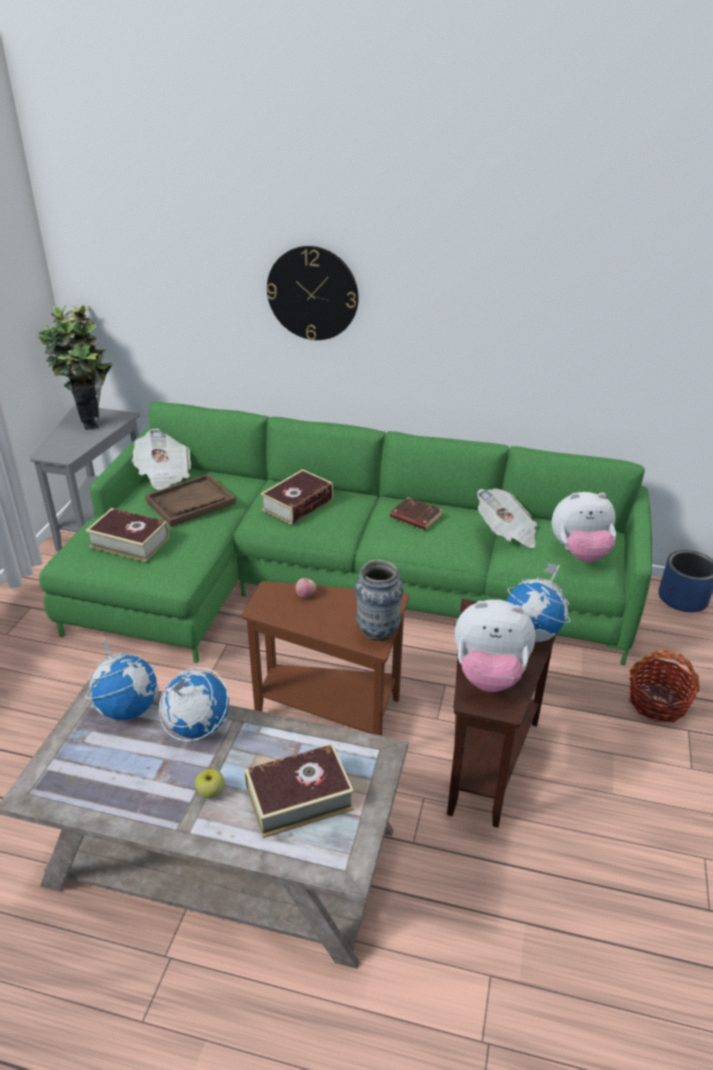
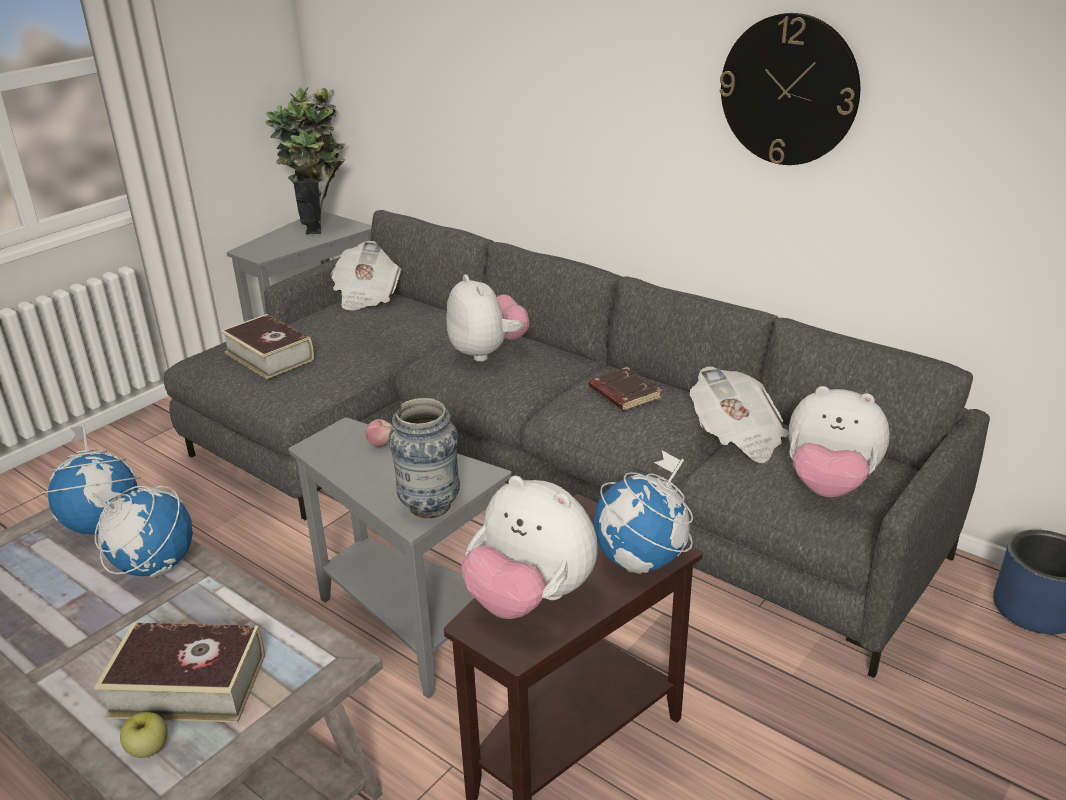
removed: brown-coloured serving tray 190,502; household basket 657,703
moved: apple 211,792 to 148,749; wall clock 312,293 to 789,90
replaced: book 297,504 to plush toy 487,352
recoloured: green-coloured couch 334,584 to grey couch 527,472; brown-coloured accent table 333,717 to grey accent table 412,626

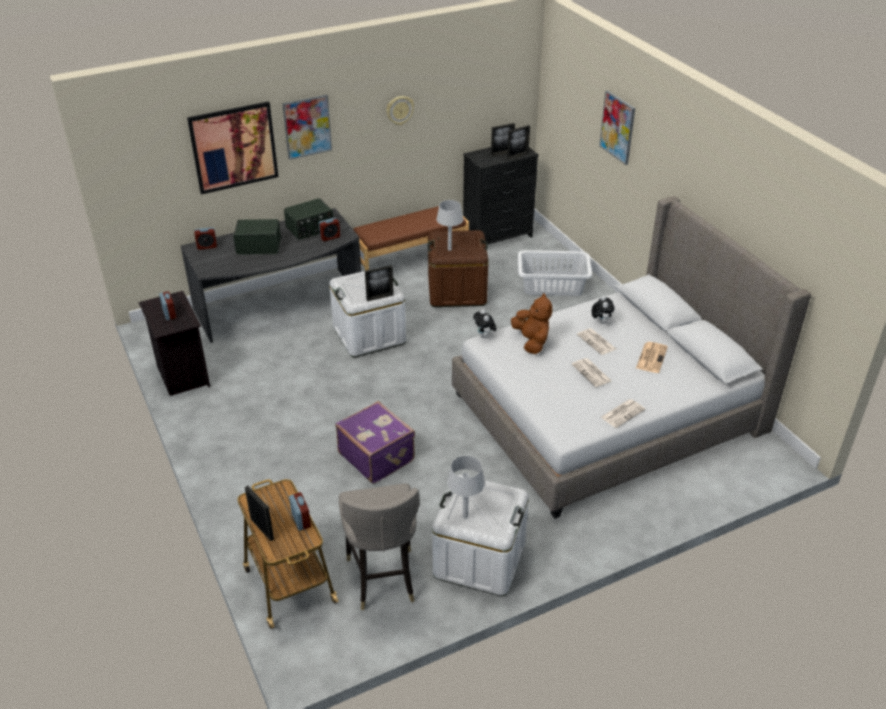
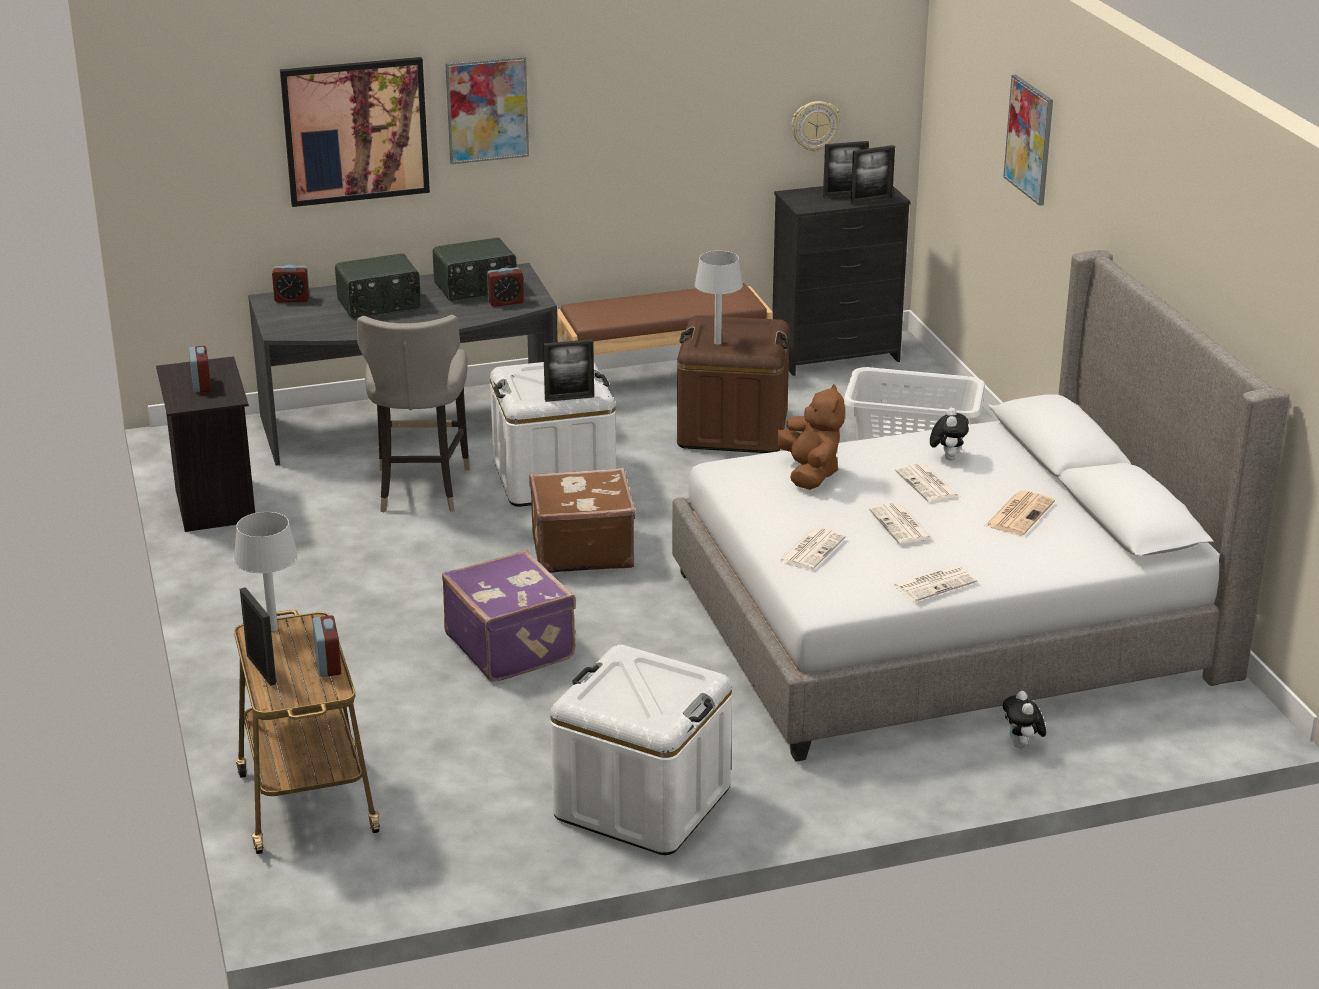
added: brown-coloured suitcase 581,550; newspaper 811,549
moved: grey stool 382,579 to 420,490; wall clock 399,110 to 815,125; grey tabletop lamp 465,516 to 273,628; plush toy 484,336 to 1022,745
turned: radio receiver 259,246 = 379,305 150 degrees clockwise

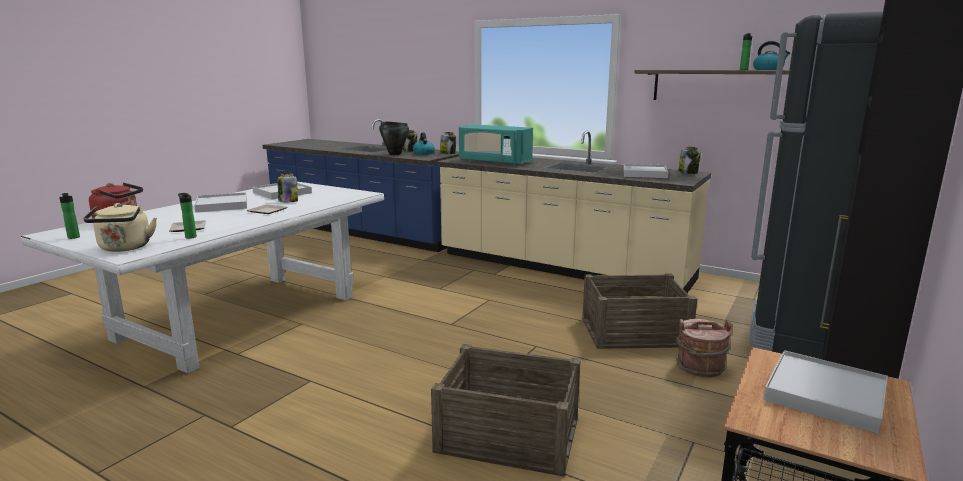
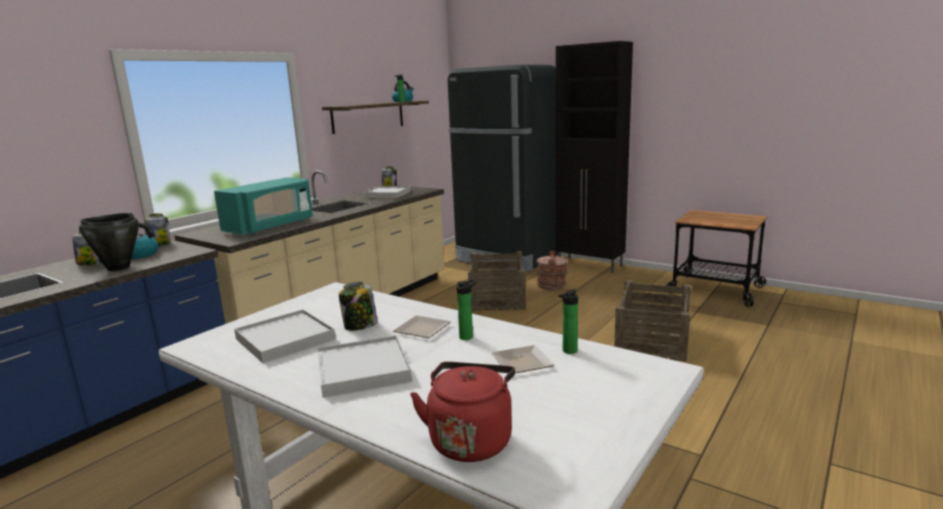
removed: sand-coloured tea kettle 124,248; white serving tray 825,394
moved: bottle 74,238 to 468,337

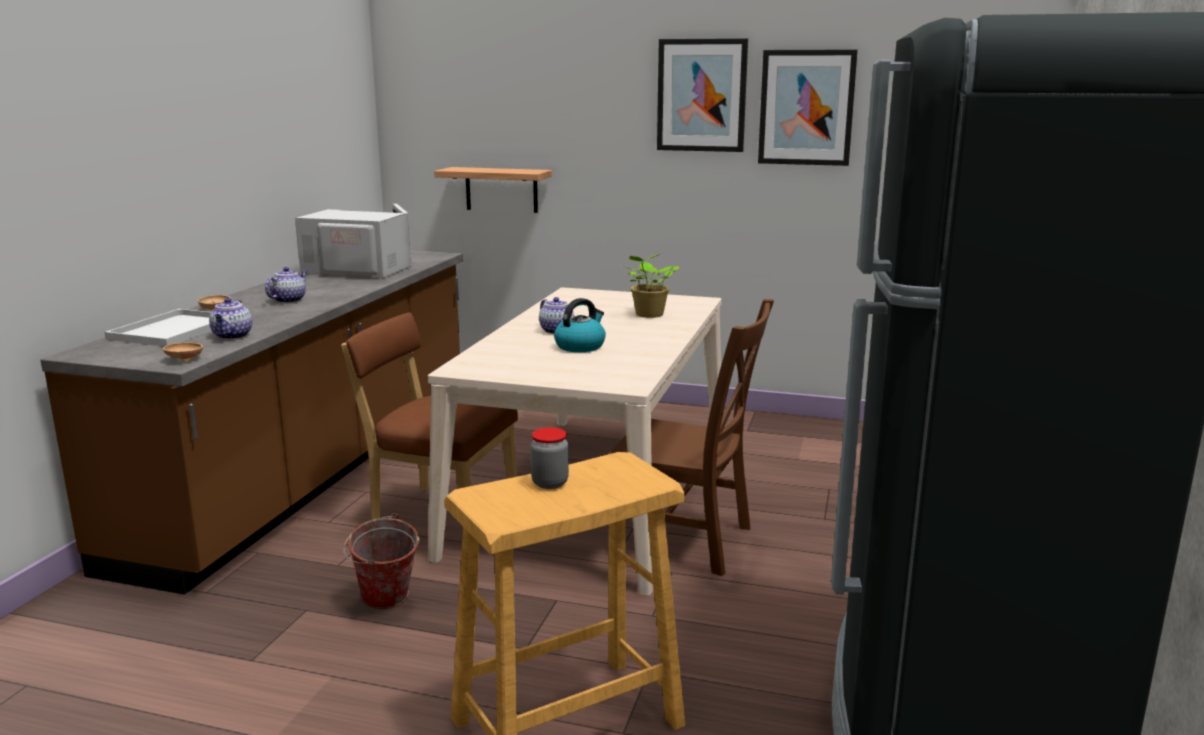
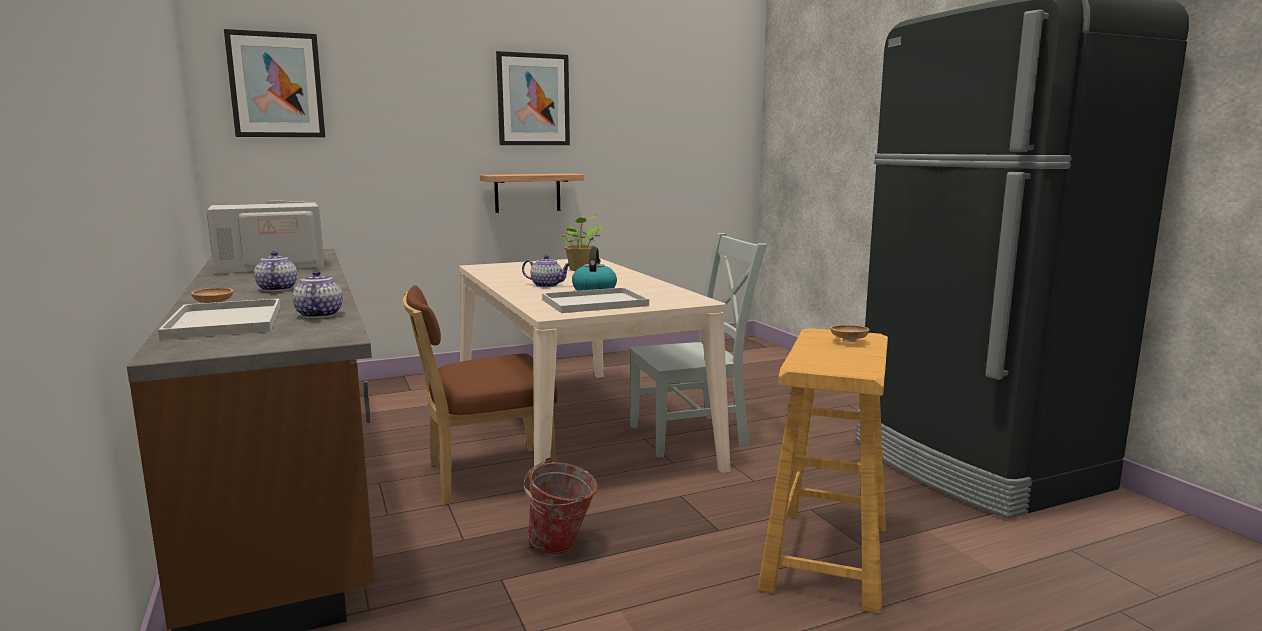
removed: jar 550,483
added: white serving tray 596,302
moved: brown-coloured bowl 184,359 to 848,341; bracket shelf 501,189 to 527,193; wall art 806,107 to 276,85
recoloured: brown-coloured chair 687,541 to grey chair 693,435
turned: teapot 232,336 = 319,315 150 degrees counterclockwise

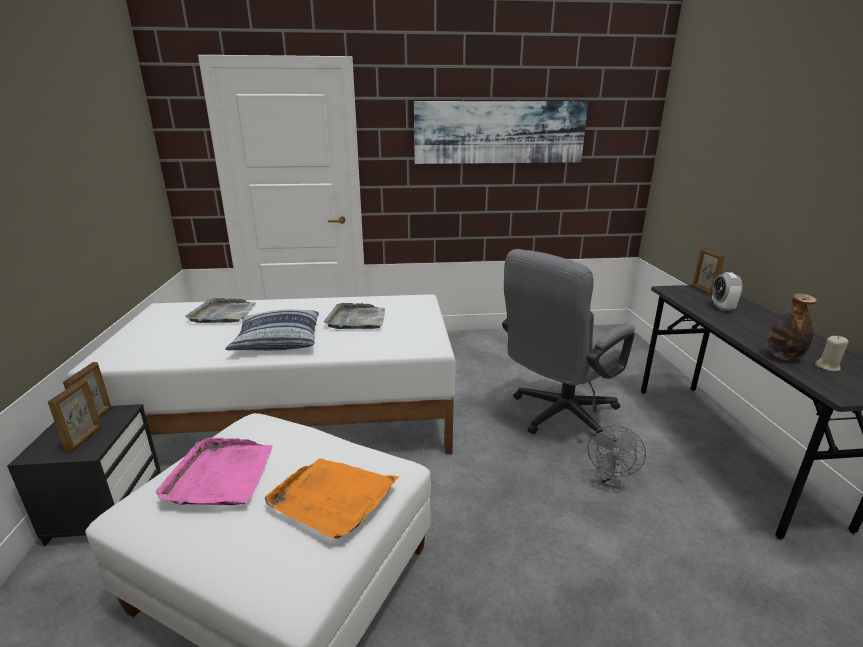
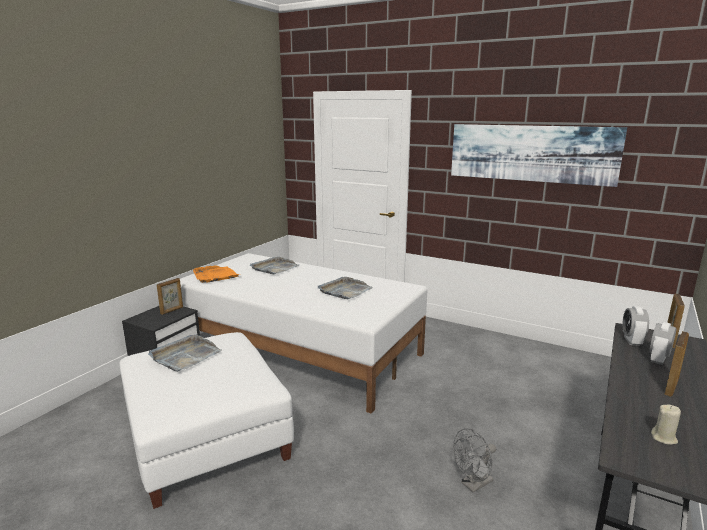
removed: cushion 277,340; grey desk chair 557,416; bottle 783,357
added: table clock 631,341
moved: photo frame 85,439 to 671,387; orange serving tray 332,498 to 215,275
recoloured: pink serving tray 220,475 to grey serving tray 185,355

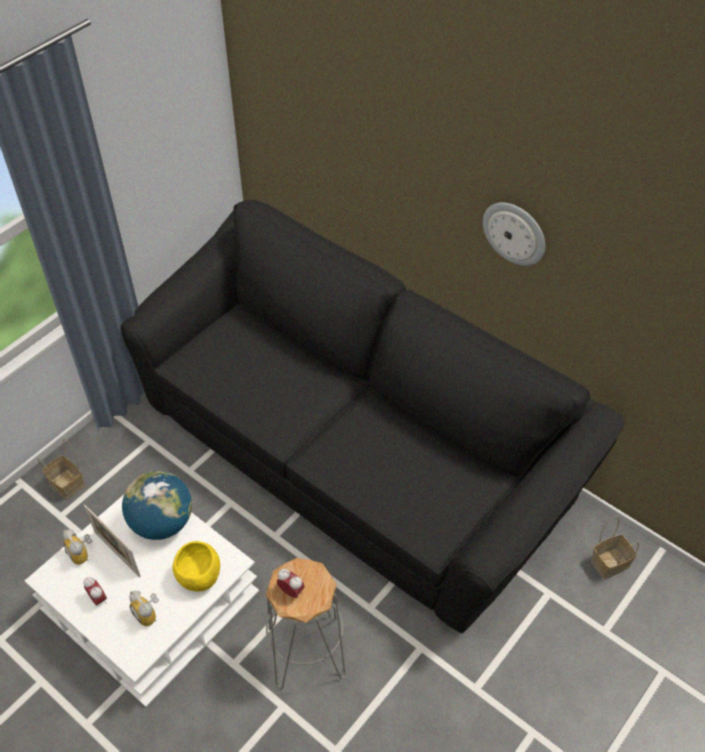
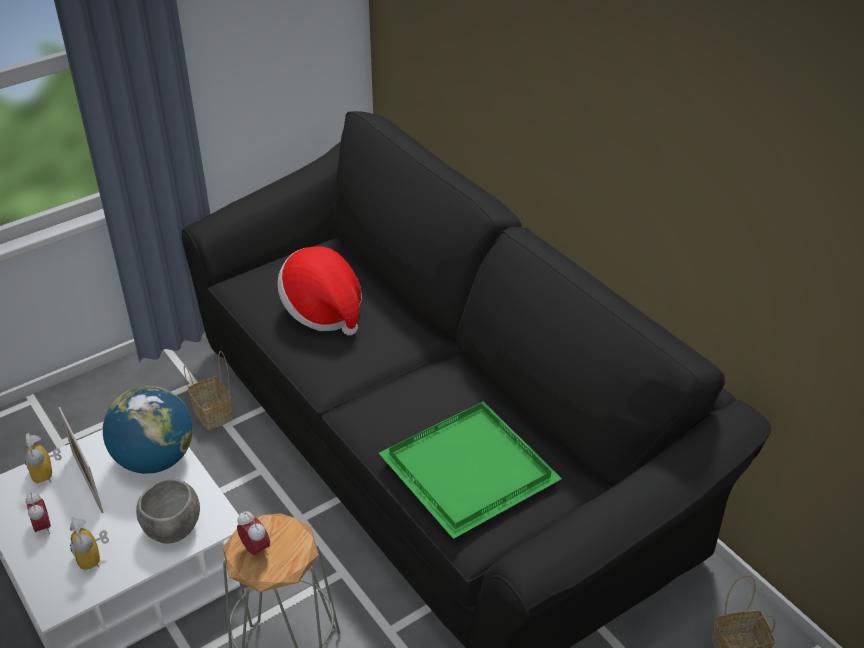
removed: wall clock 515,233
added: hat 323,310; green-coloured serving tray 465,469
moved: household basket 68,484 to 214,414
recoloured: yellow bowl 199,577 to grey bowl 172,529

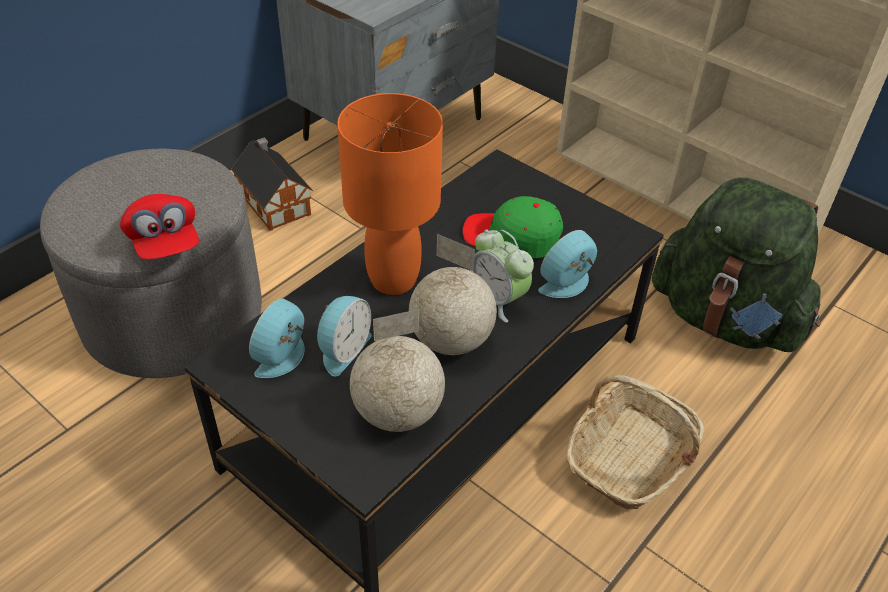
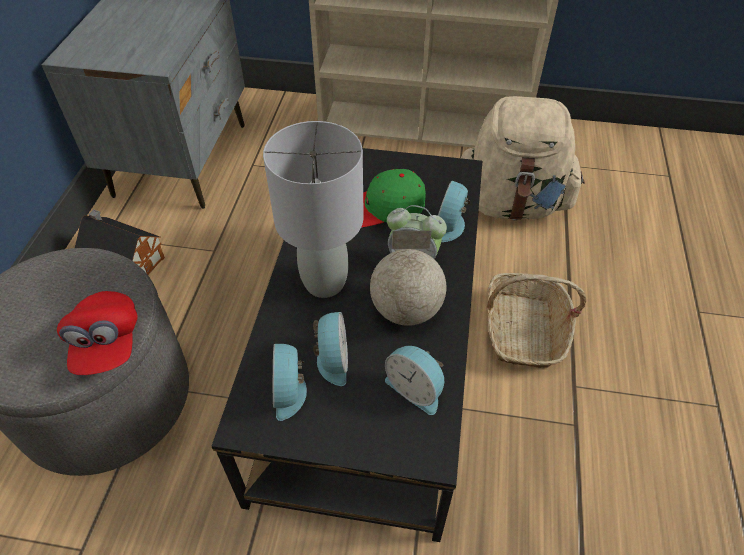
replaced: globe 399,413 to table clock 415,388
recoloured: orange tabletop lamp 393,280 to grey tabletop lamp 325,283; green-coloured backpack 725,319 to sand-coloured backpack 511,204
turned: red-coloured peaked cap 164,242 = 107,344 45 degrees clockwise

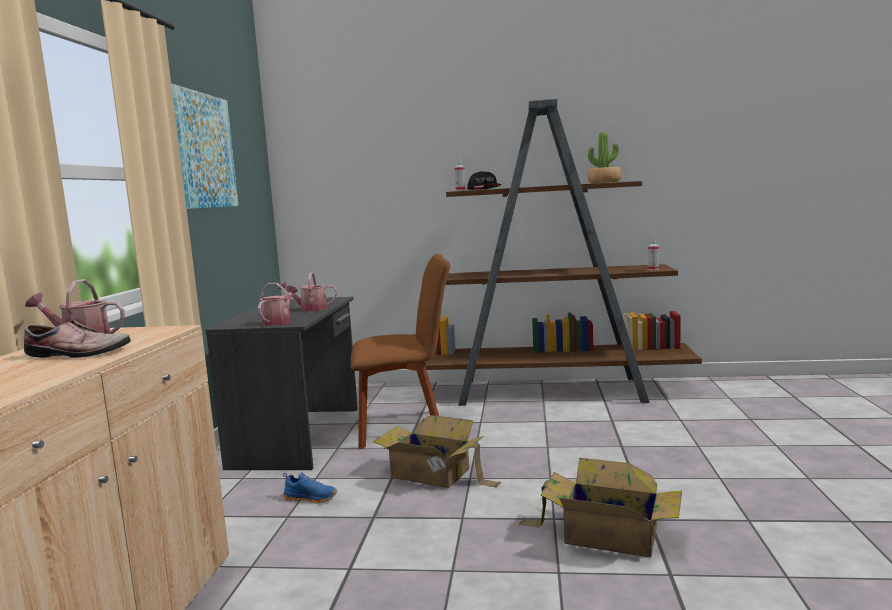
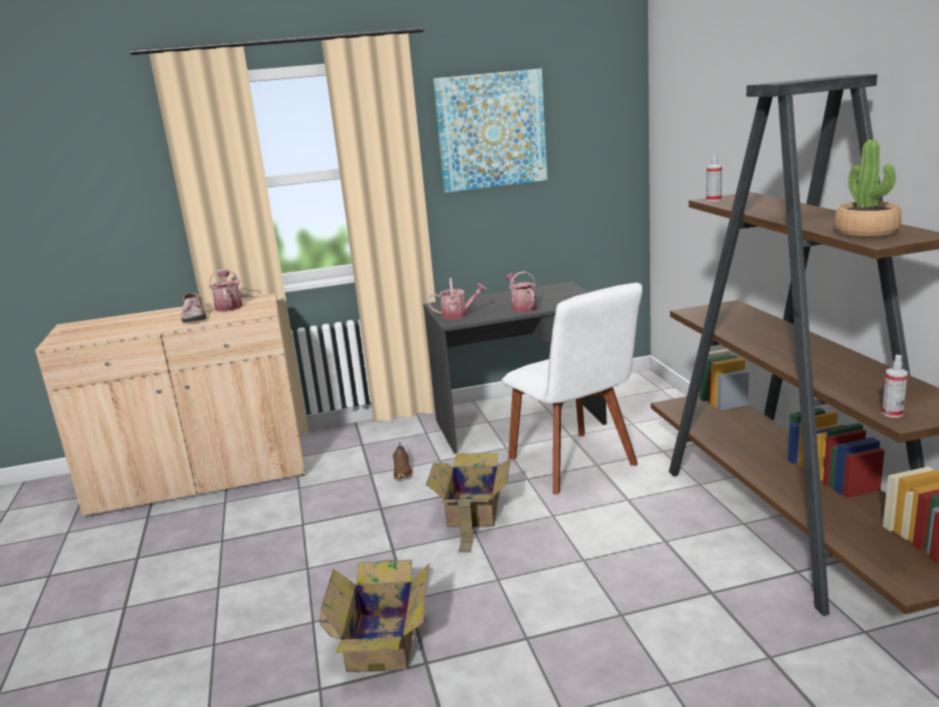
removed: peaked cap 484,189
recoloured: bluish low shoe 311,498 to brown-coloured low shoe 403,471; brown-coloured chair 406,429 to white chair 575,464

